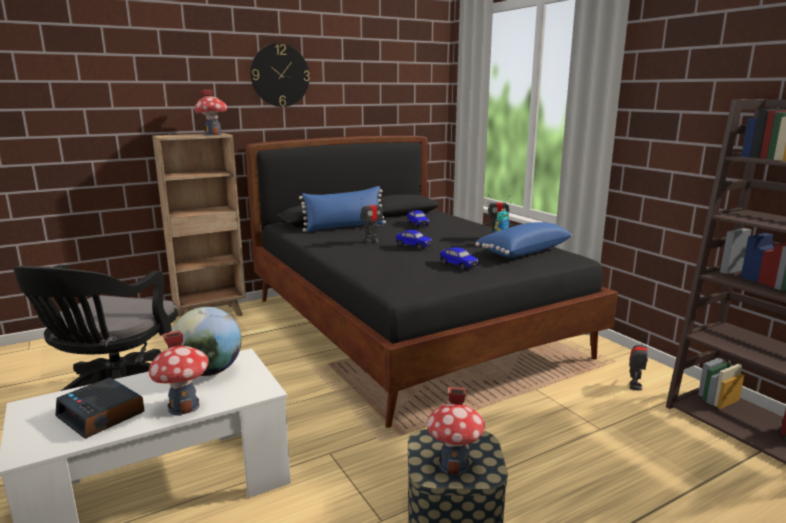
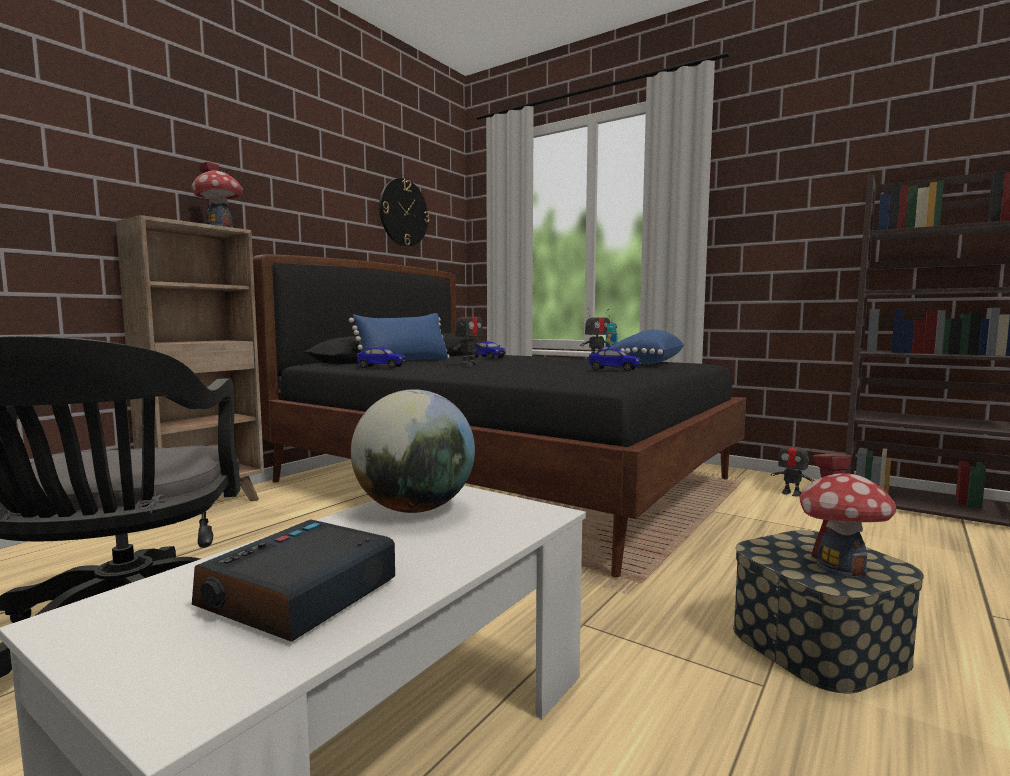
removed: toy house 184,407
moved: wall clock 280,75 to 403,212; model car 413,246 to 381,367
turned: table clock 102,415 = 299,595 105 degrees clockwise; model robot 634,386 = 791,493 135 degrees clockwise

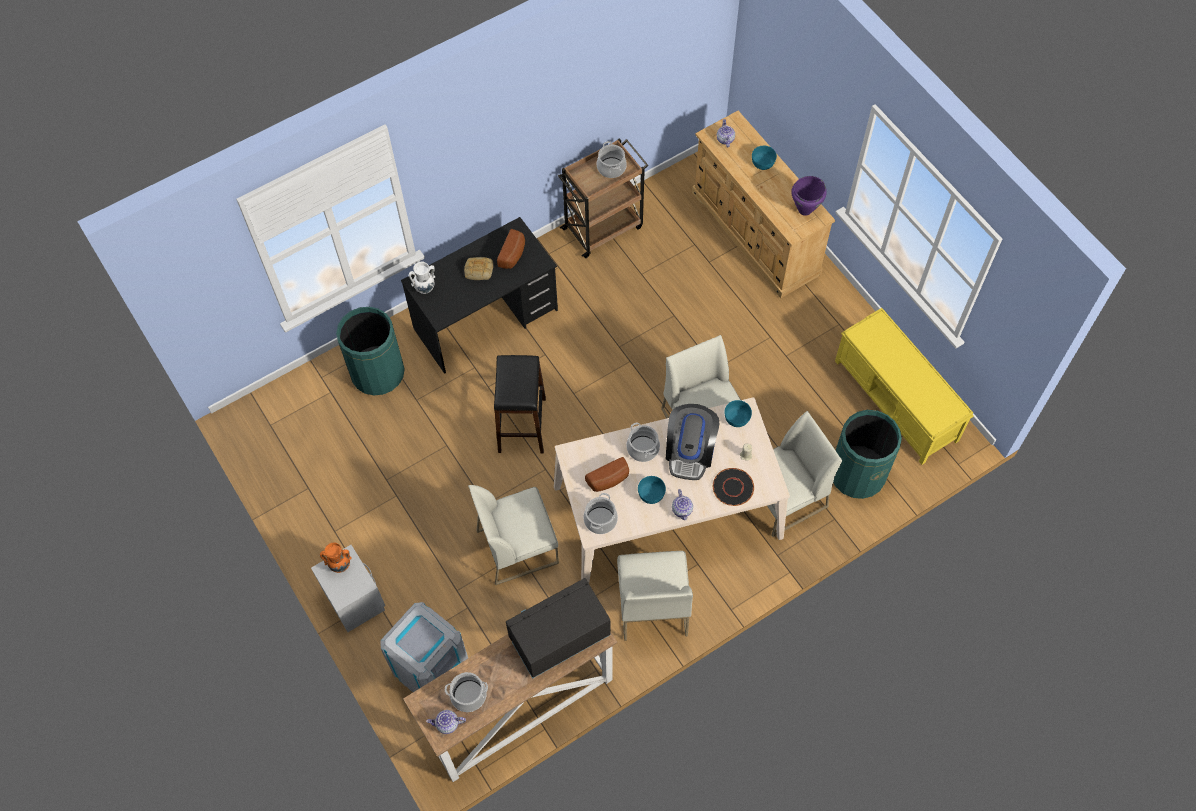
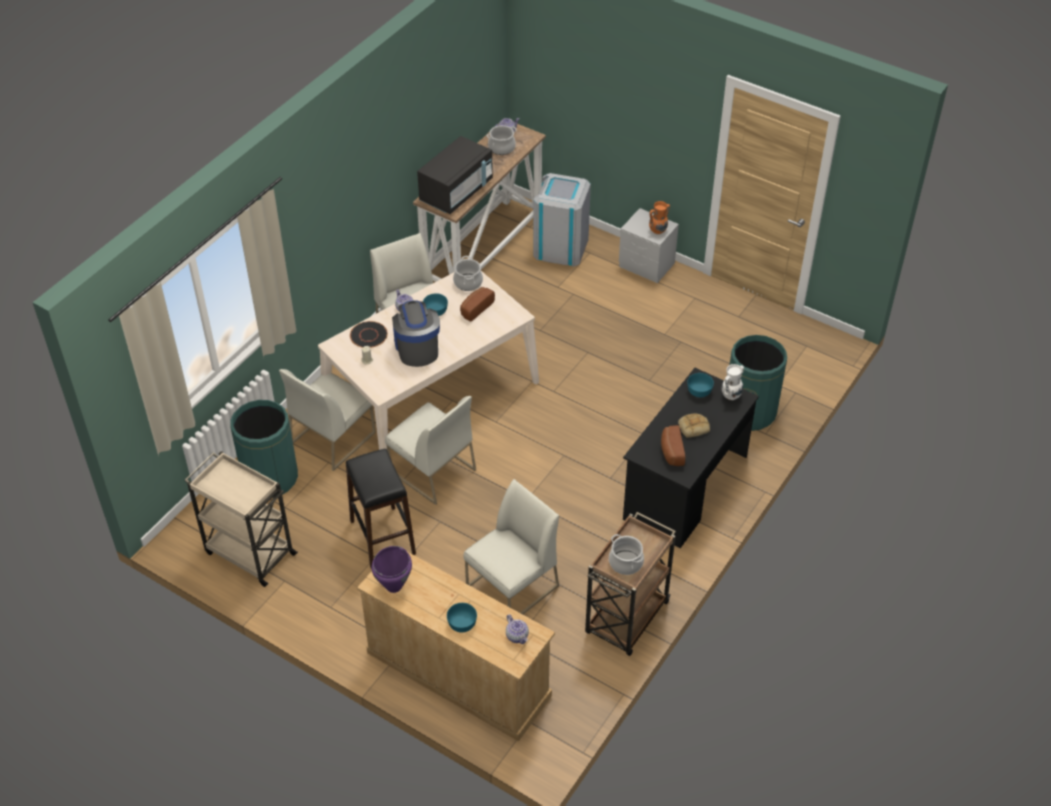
removed: stockpot 643,448
moved: white chair 518,546 to 512,587; black-coloured stool 522,424 to 383,537; turquoise bowl 736,418 to 699,391
replaced: yellow long seat 896,401 to sand-coloured trolley 249,552

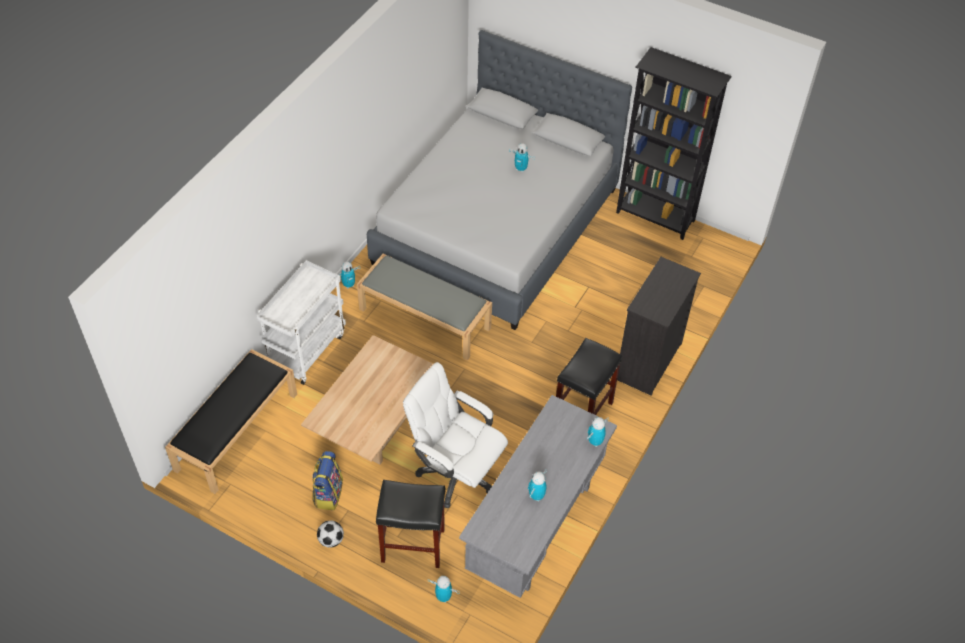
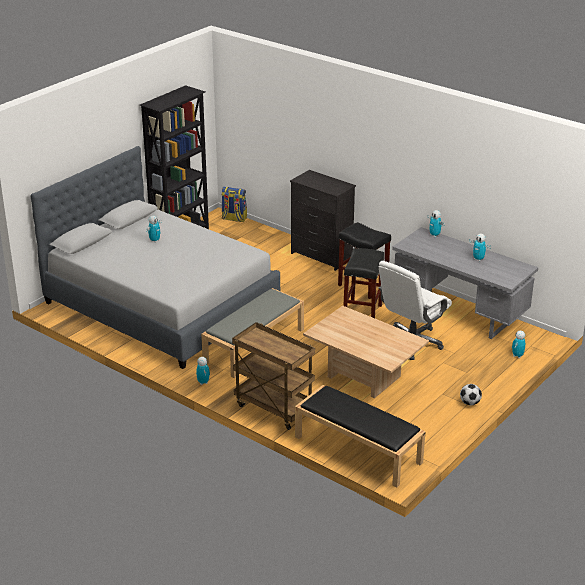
moved: backpack 328,493 to 234,219; black-coloured stool 412,545 to 362,314
recoloured: white trolley 307,349 to brown-coloured trolley 273,408

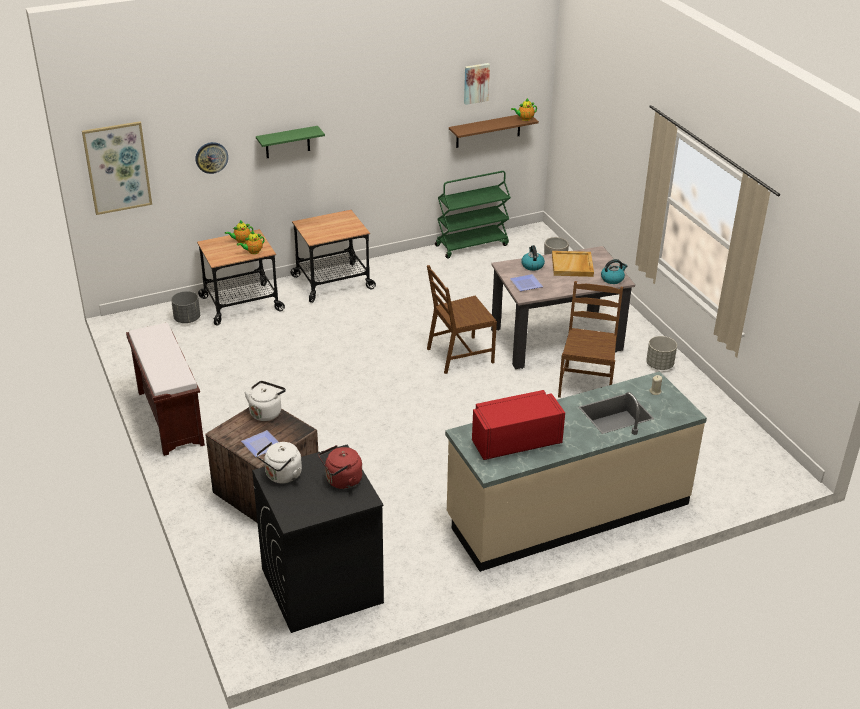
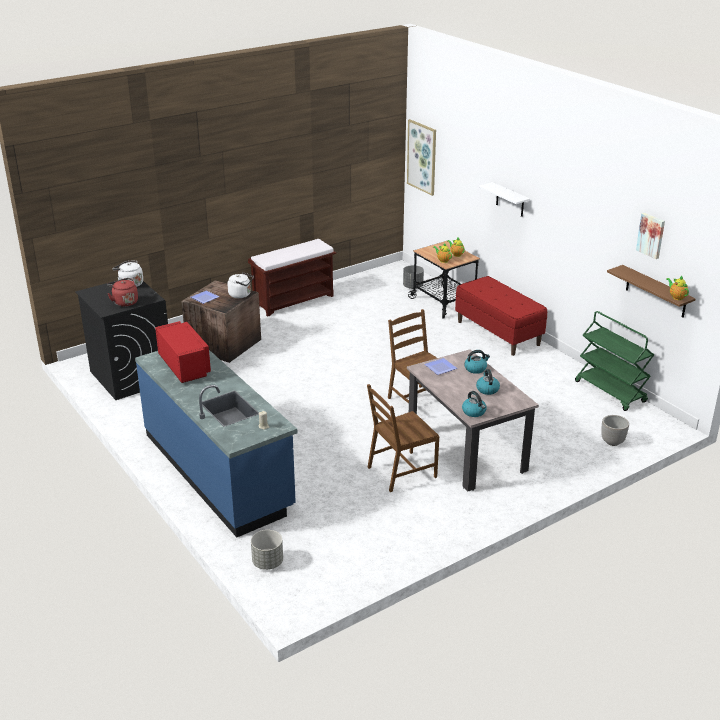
removed: wall clock 211,157
moved: grey plant pot 659,365 to 268,562
replaced: trolley 332,282 to red-coloured long seat 498,333; sand-coloured serving tray 572,266 to tea kettle 487,389
recoloured: green-coloured bracket shelf 287,142 to white bracket shelf 510,200; sand-coloured kitchen counter 567,511 to bluish kitchen counter 218,471
turned: brown-coloured chair 586,384 = 401,472 150 degrees clockwise

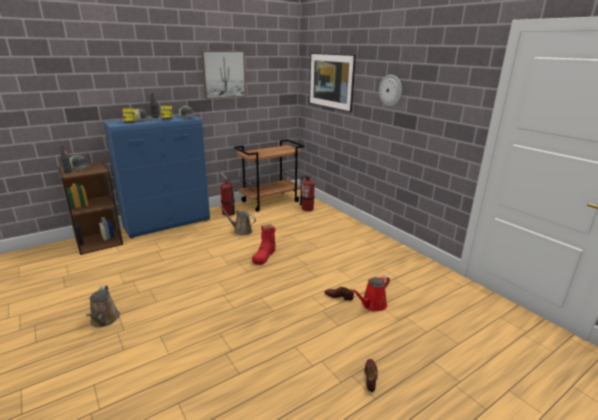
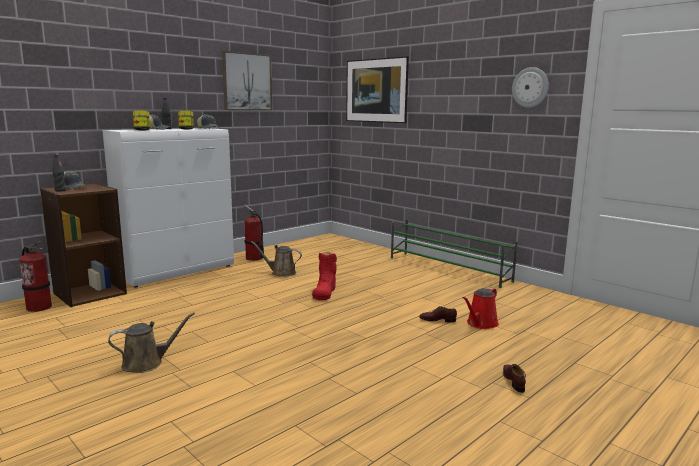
removed: brown-coloured trolley 270,201
added: green-coloured shoe shelf 448,269
moved: fire-fighting cylinder 307,208 to 39,307; wall clock 390,90 to 530,87
recoloured: bluish cabinet 168,224 to white cabinet 178,272
turned: brown-coloured watering can 104,320 = 147,363 90 degrees counterclockwise

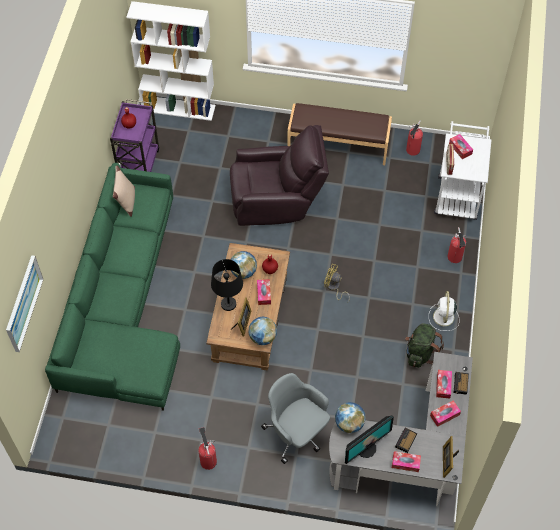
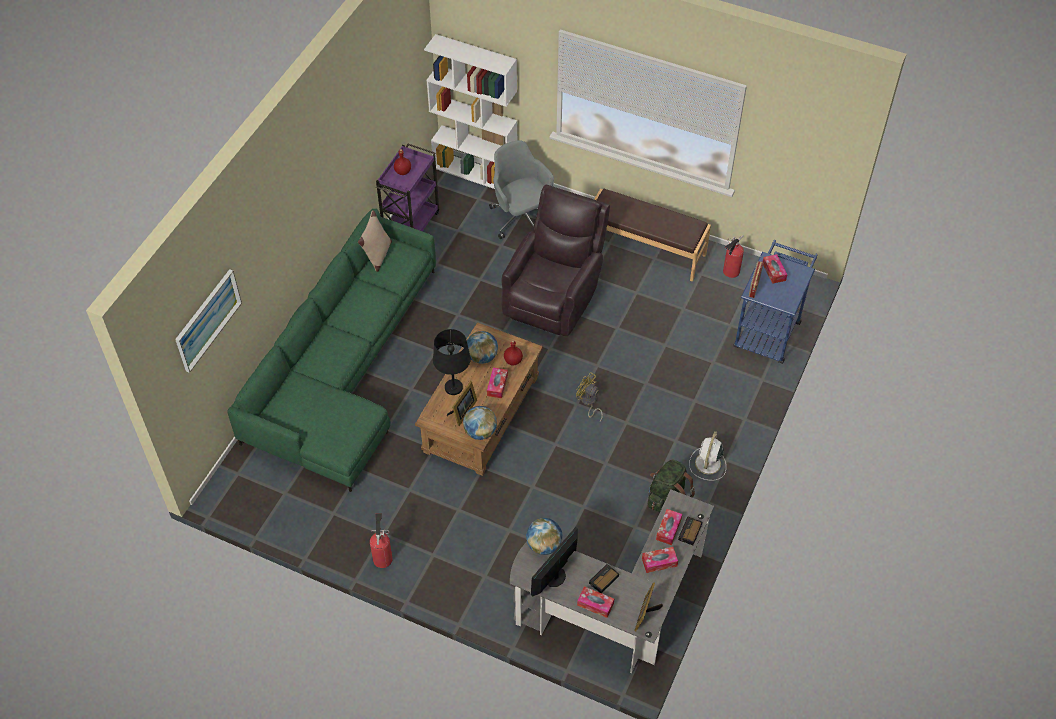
removed: fire-fighting cylinder 455,258
moved: grey desk chair 297,433 to 521,218
recoloured: white trolley 457,193 to bluish trolley 769,329
turned: brown-coloured lounge chair 277,200 = 554,293 75 degrees counterclockwise; monitor 366,448 = 555,577 150 degrees clockwise

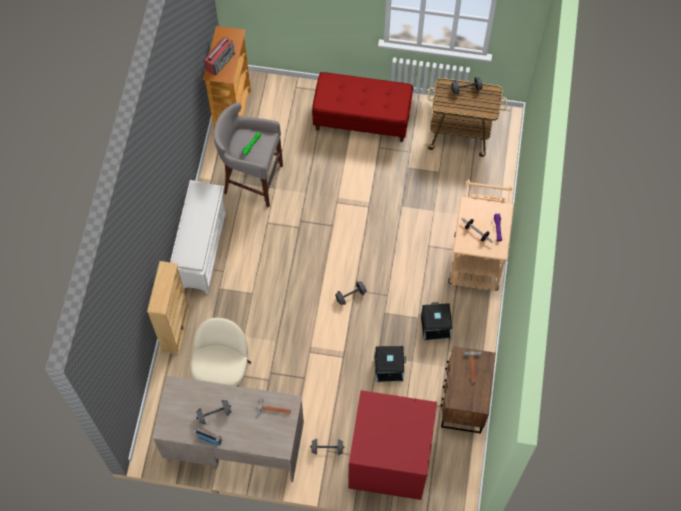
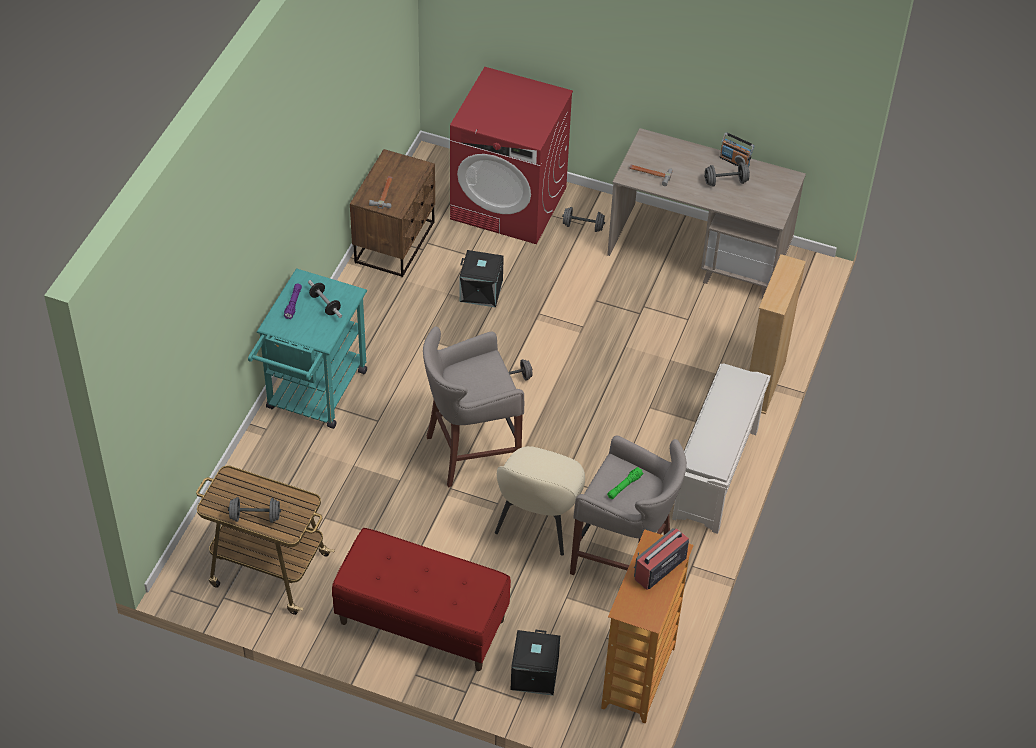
added: grey stool 470,452
moved: sand-coloured chair 224,375 to 537,524; black-coloured storage bin 436,327 to 533,673
recoloured: sand-coloured trolley 476,256 to turquoise trolley 313,396

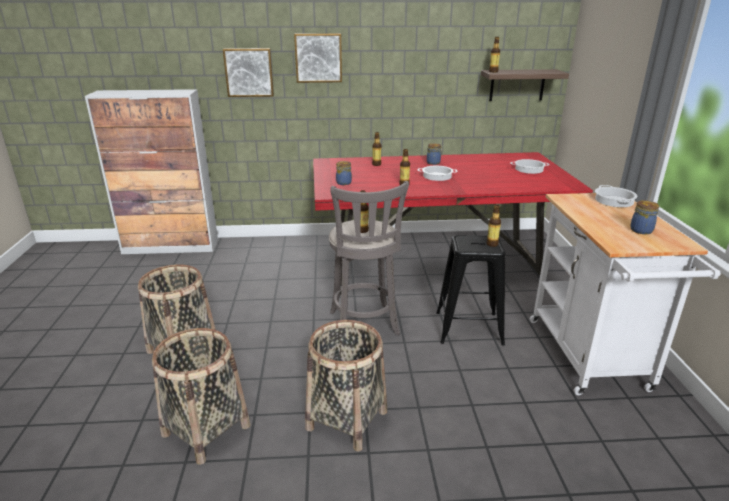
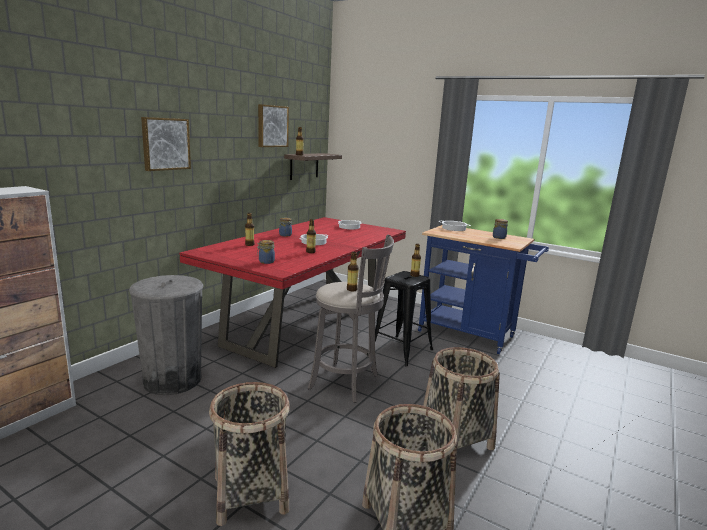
added: grey trash can 172,380
moved: wall art 249,72 to 272,126
recoloured: white trolley 591,359 to bluish trolley 472,335

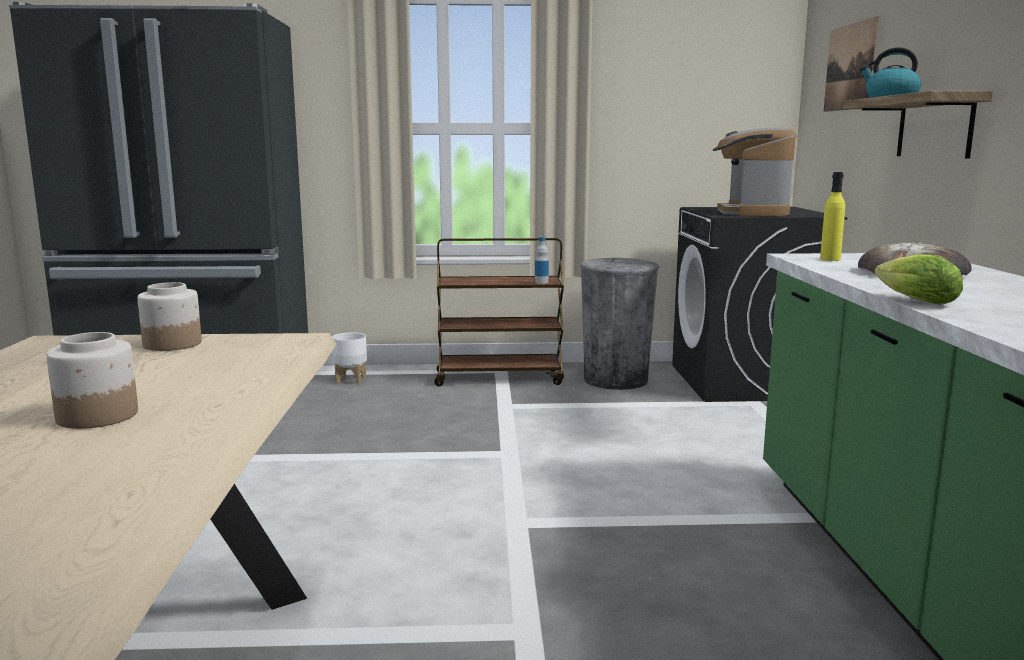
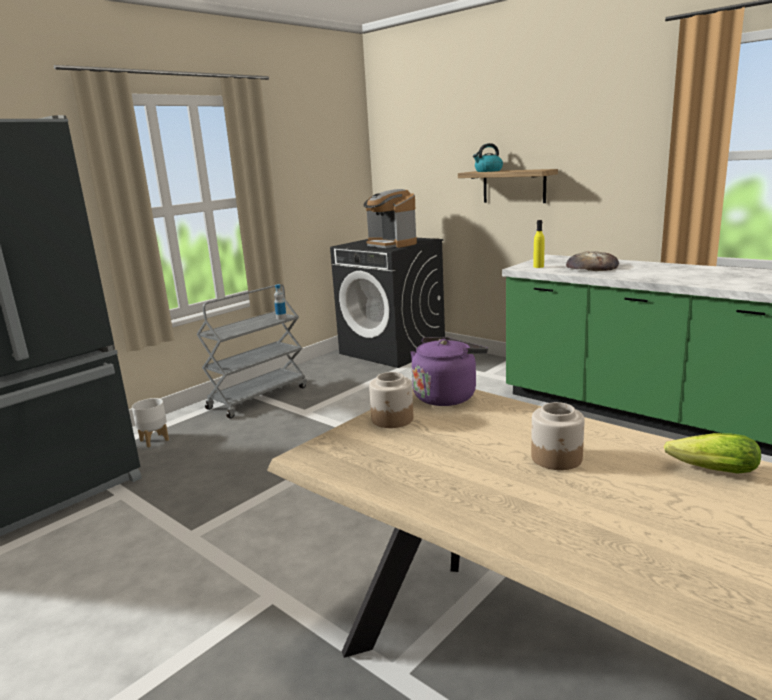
removed: grey trash can 615,380; wall art 850,67
added: purple-coloured tea kettle 447,396
moved: head of lettuce 912,300 to 708,470
recoloured: brown-coloured trolley 500,378 to grey trolley 258,397

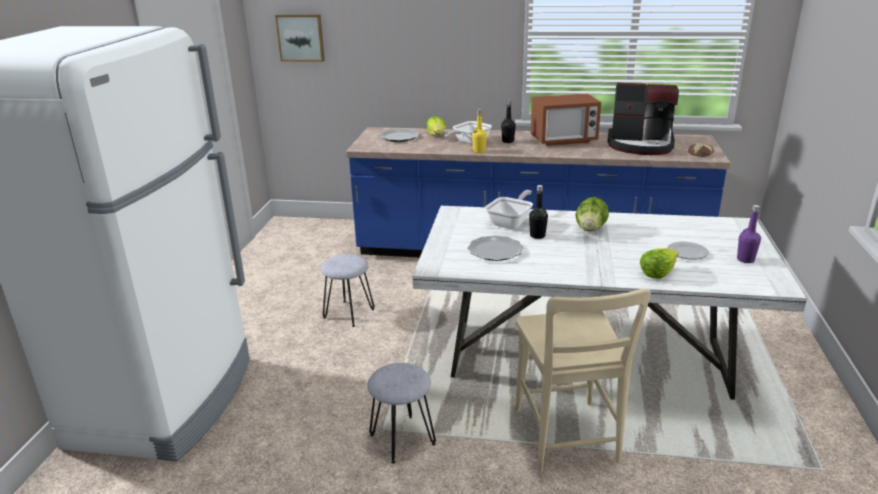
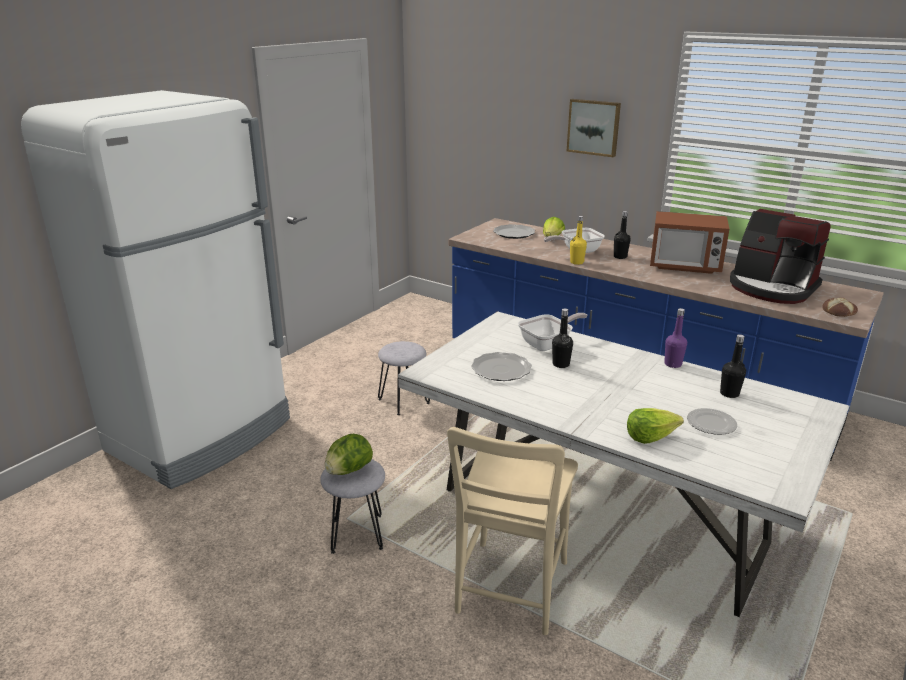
added: black-coloured bottle 729,394
moved: wall art 301,37 to 594,127; head of lettuce 590,229 to 349,470; purple-coloured bottle 745,259 to 673,364

